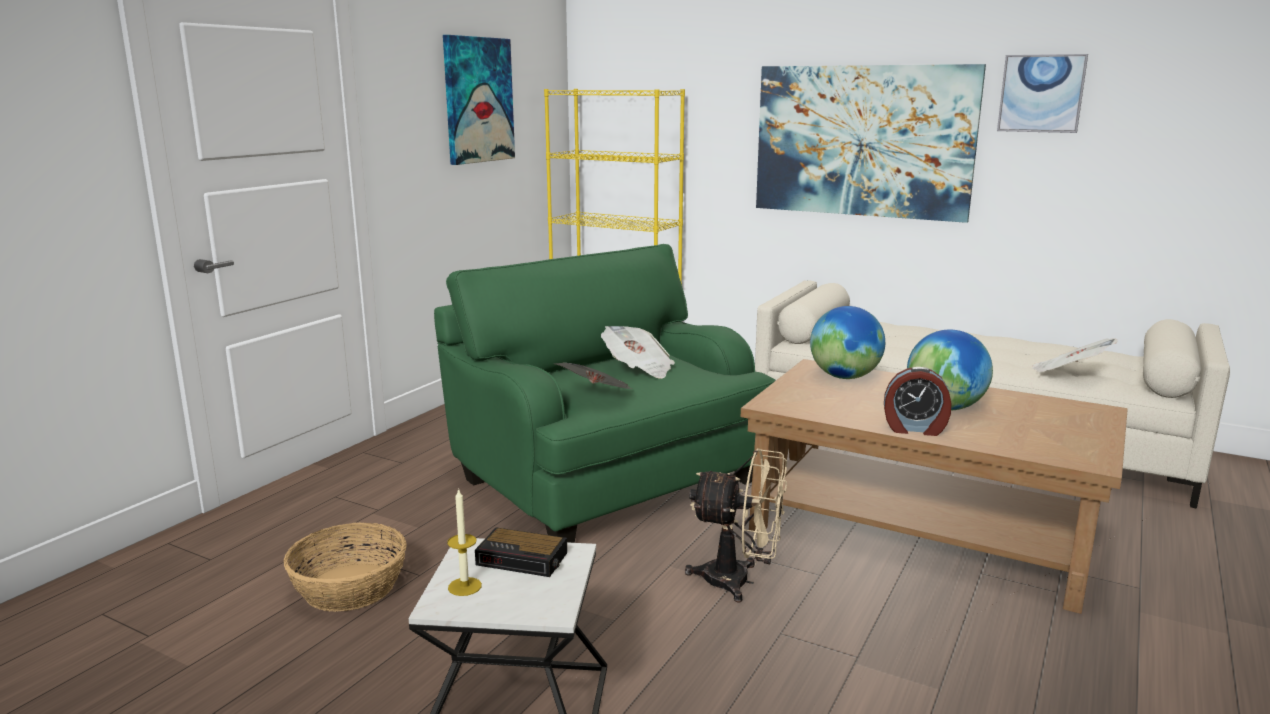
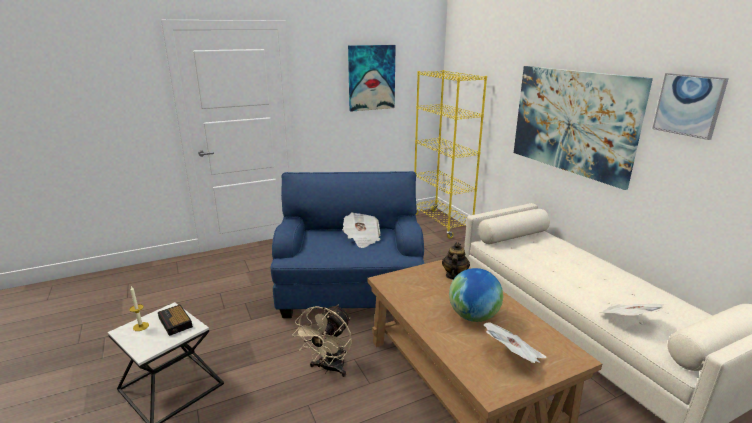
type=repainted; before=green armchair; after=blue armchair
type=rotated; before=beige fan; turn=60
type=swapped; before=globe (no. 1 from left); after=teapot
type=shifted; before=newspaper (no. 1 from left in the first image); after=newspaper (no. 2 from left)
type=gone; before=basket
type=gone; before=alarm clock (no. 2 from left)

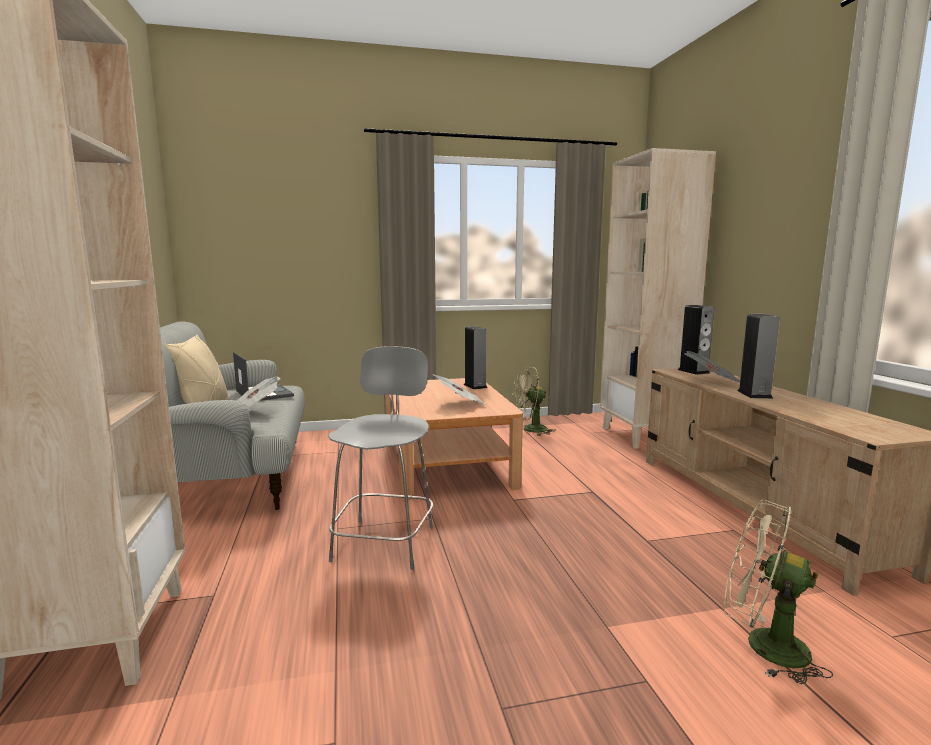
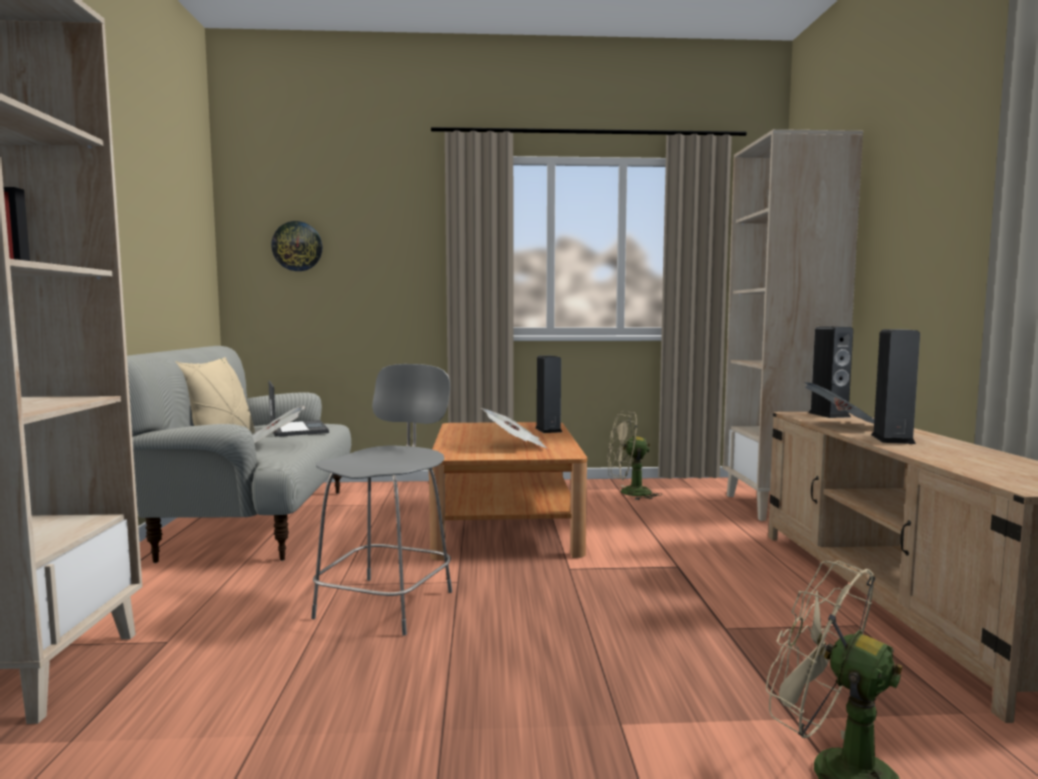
type=new; after=wall clock

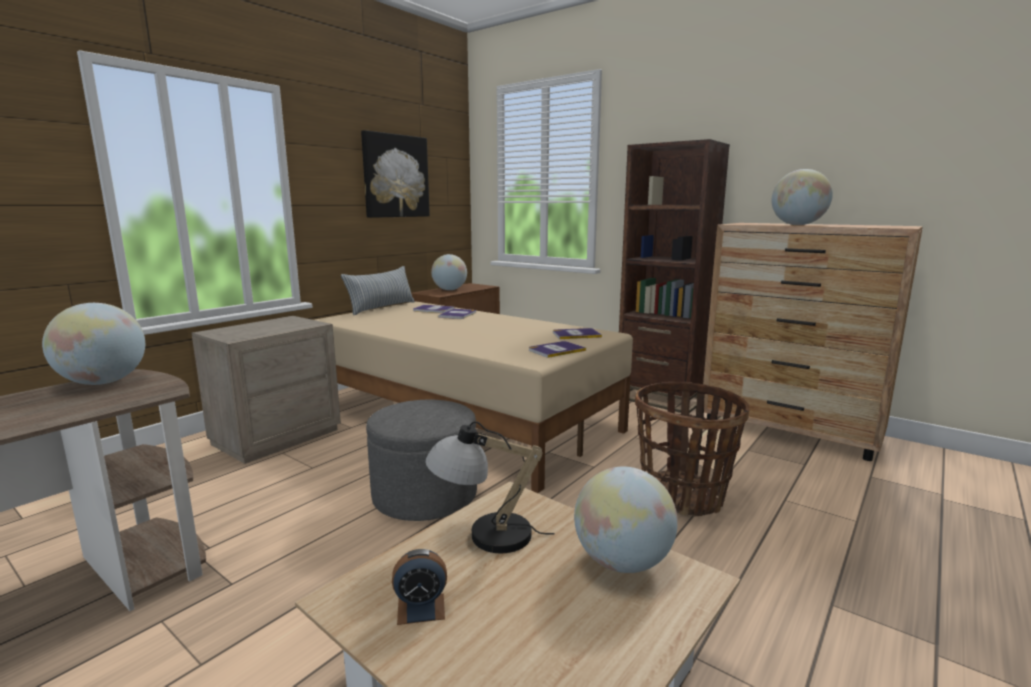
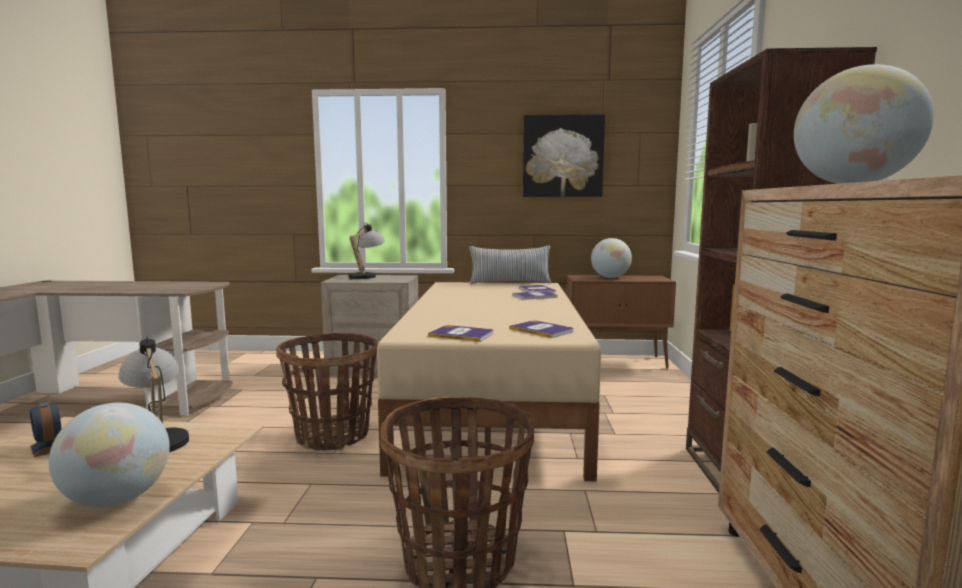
type=swapped; before=grey ottoman; after=basket (no. 1 from left)
type=new; after=table lamp (no. 2 from left)
type=gone; before=globe (no. 1 from left)

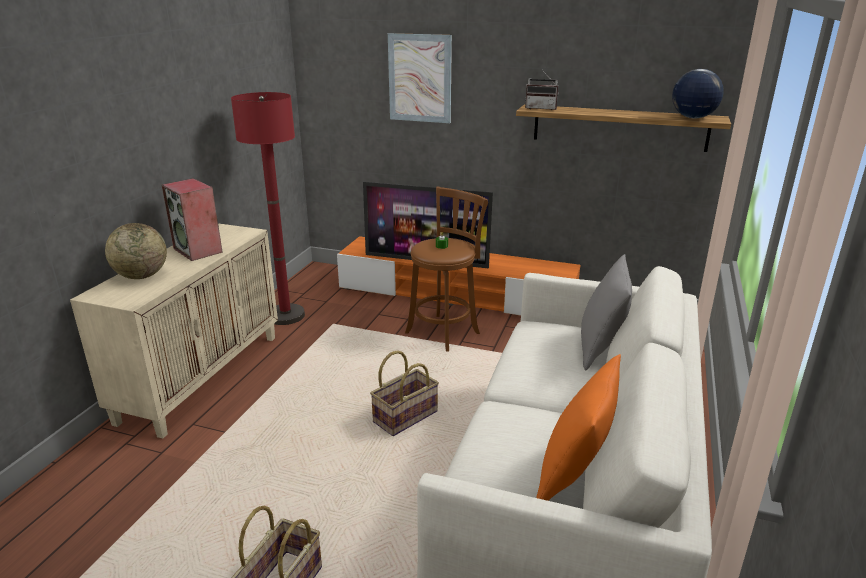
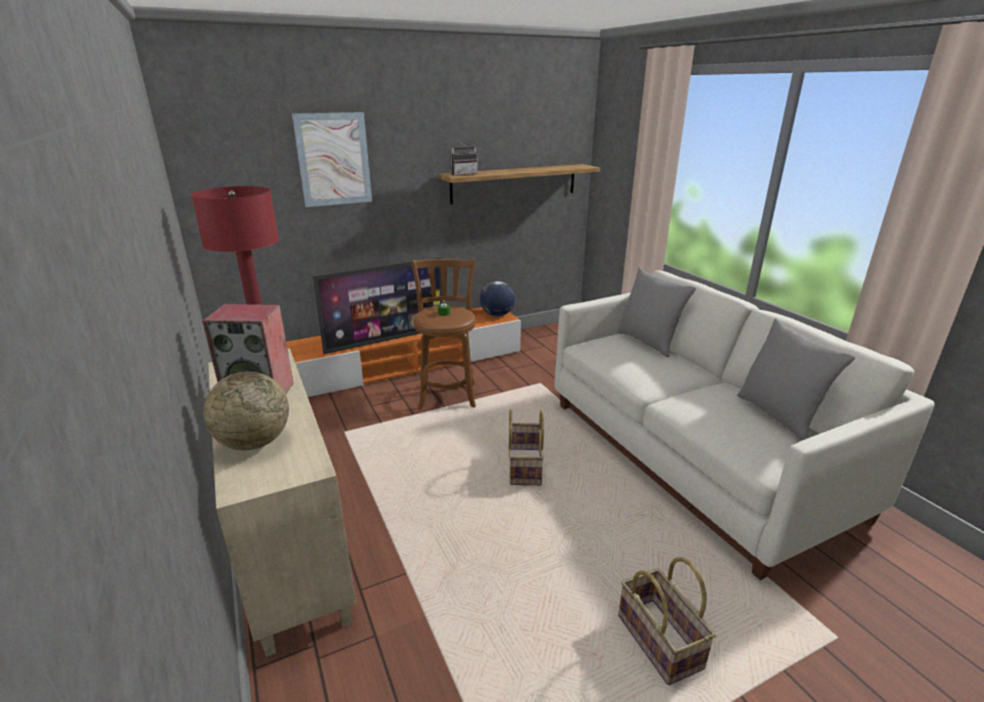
type=shifted; before=globe (no. 2 from left)
type=repainted; before=orange pillow; after=grey pillow (no. 2 from left)

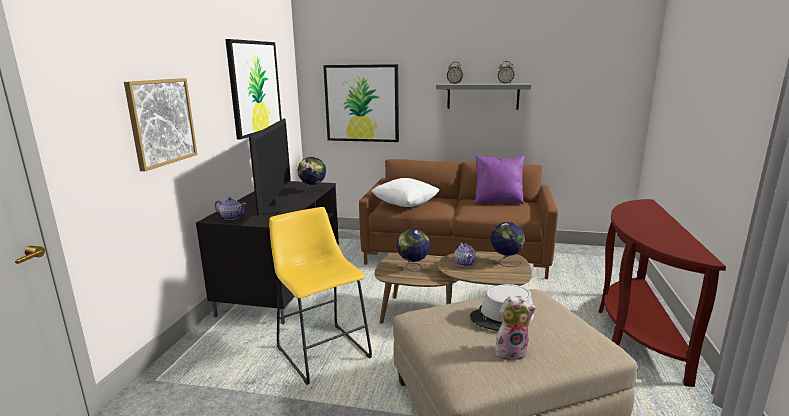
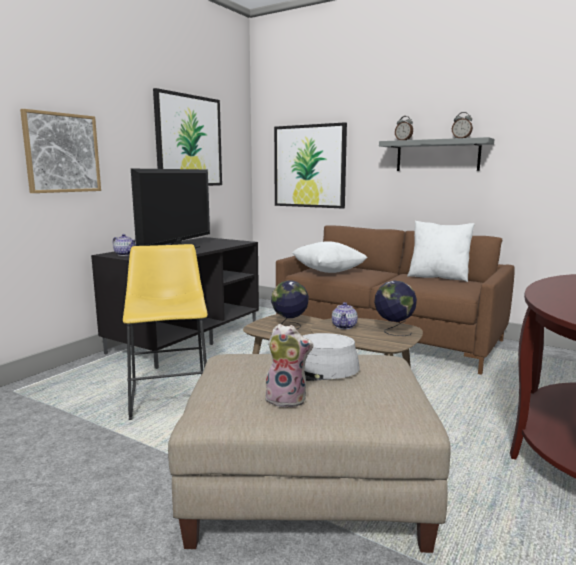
type=repainted; before=purple pillow; after=white pillow (no. 2 from left)
type=gone; before=globe (no. 1 from left)

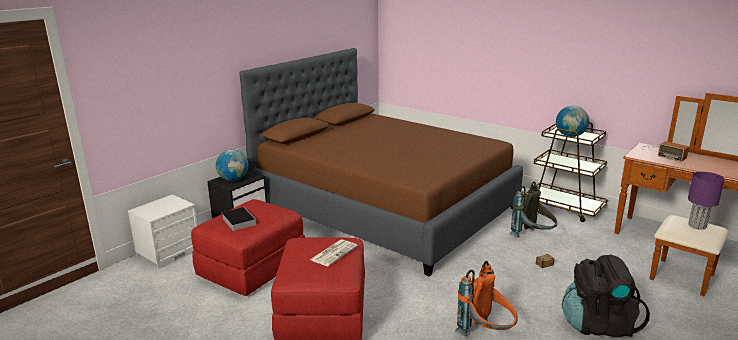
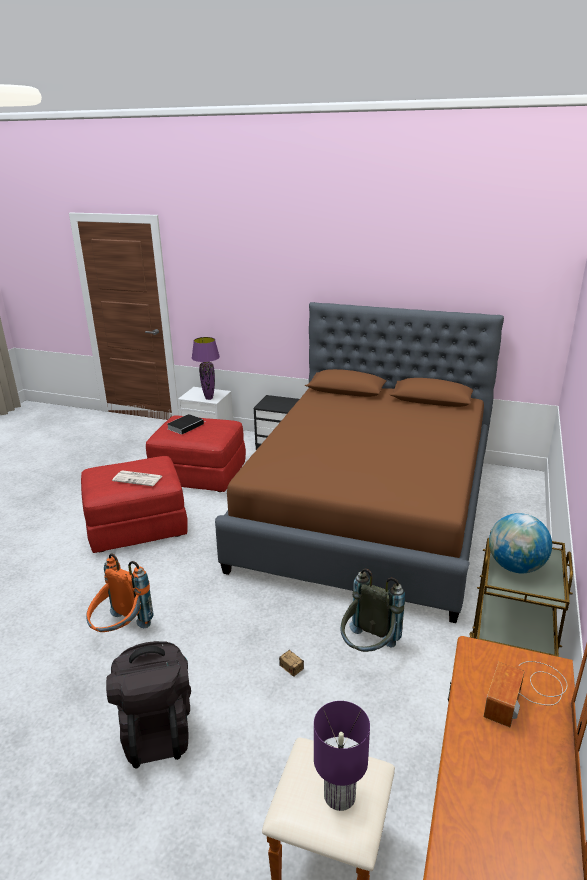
type=new; after=purple table lamp (no. 1 from left)
type=gone; before=globe (no. 1 from left)

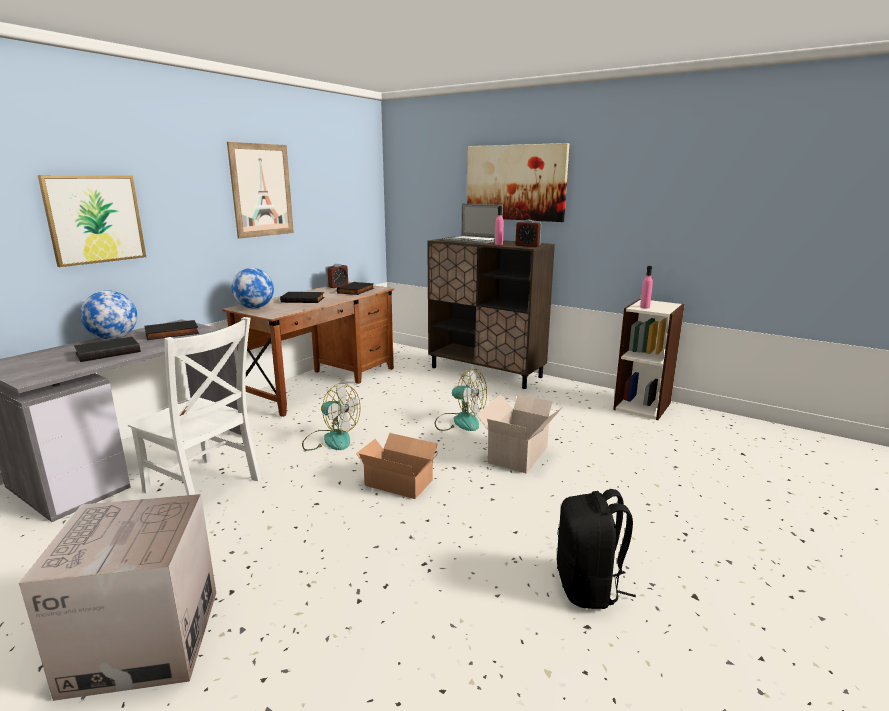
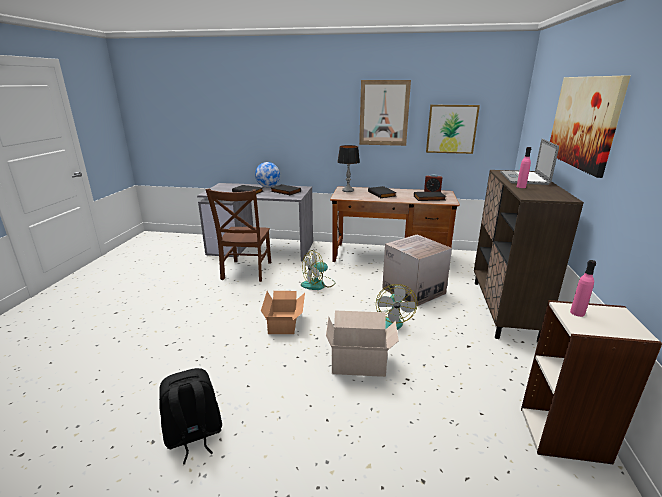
type=repainted; before=white chair; after=brown chair
type=rotated; before=fan (no. 1 from left); turn=60
type=swapped; before=globe (no. 2 from left); after=table lamp
type=shifted; before=cardboard box (no. 1 from left in the first image); after=cardboard box (no. 3 from left)
type=shifted; before=picture (no. 1 from left in the first image); after=picture (no. 2 from left)
type=gone; before=alarm clock (no. 2 from left)

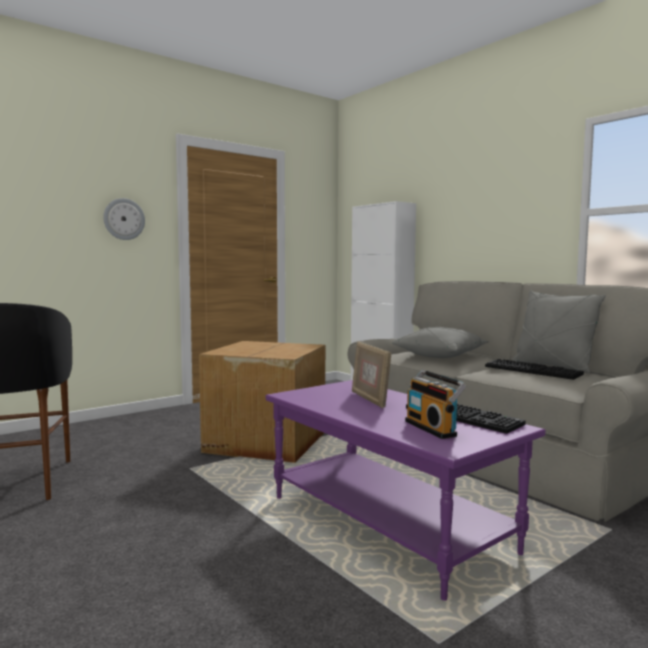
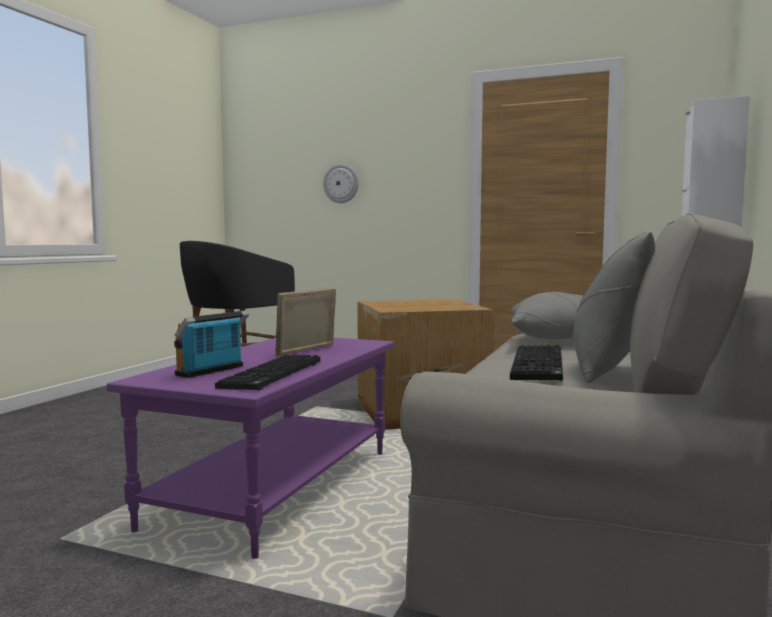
type=shifted; before=wall clock

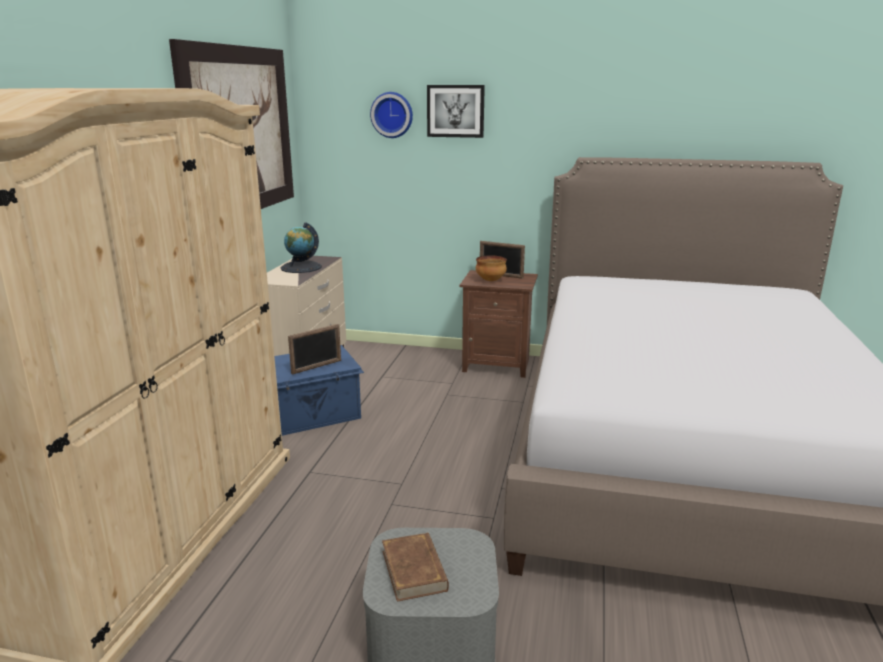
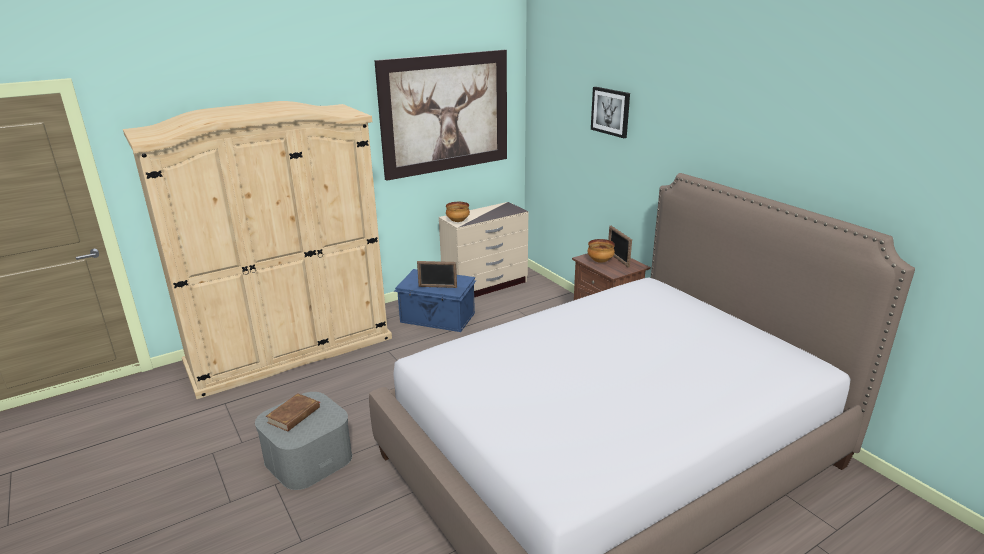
type=new; after=bowl (no. 1 from left)
type=gone; before=globe
type=gone; before=wall clock

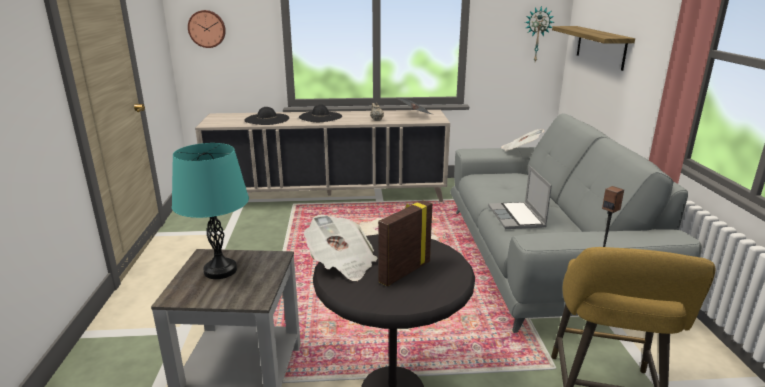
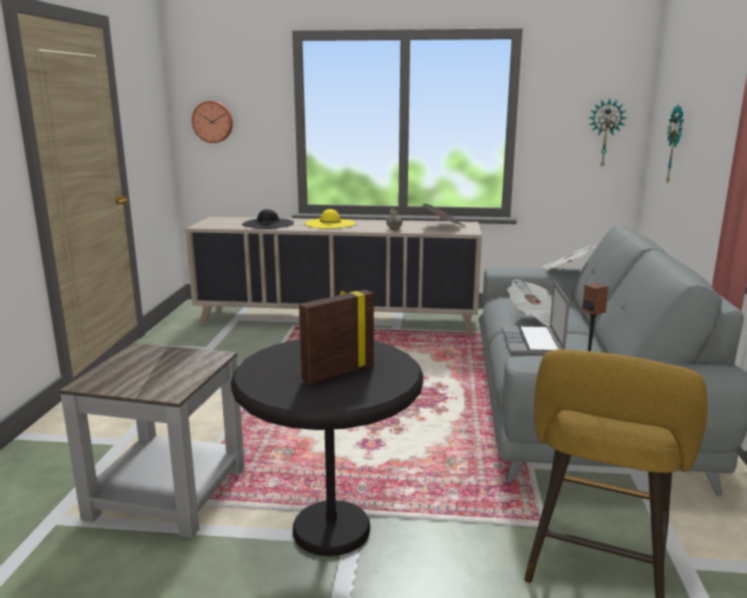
type=repainted; before=black hat (no. 2 from left); after=yellow hat
type=shifted; before=newspaper (no. 1 from left in the first image); after=newspaper (no. 2 from left)
type=swapped; before=shelf; after=wall clock (no. 3 from left)
type=gone; before=turquoise table lamp

